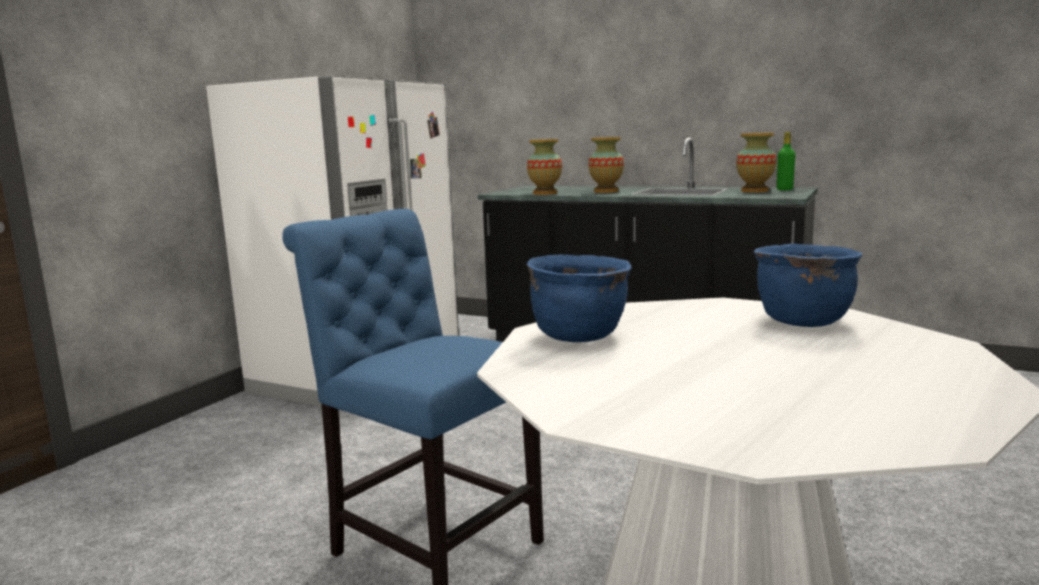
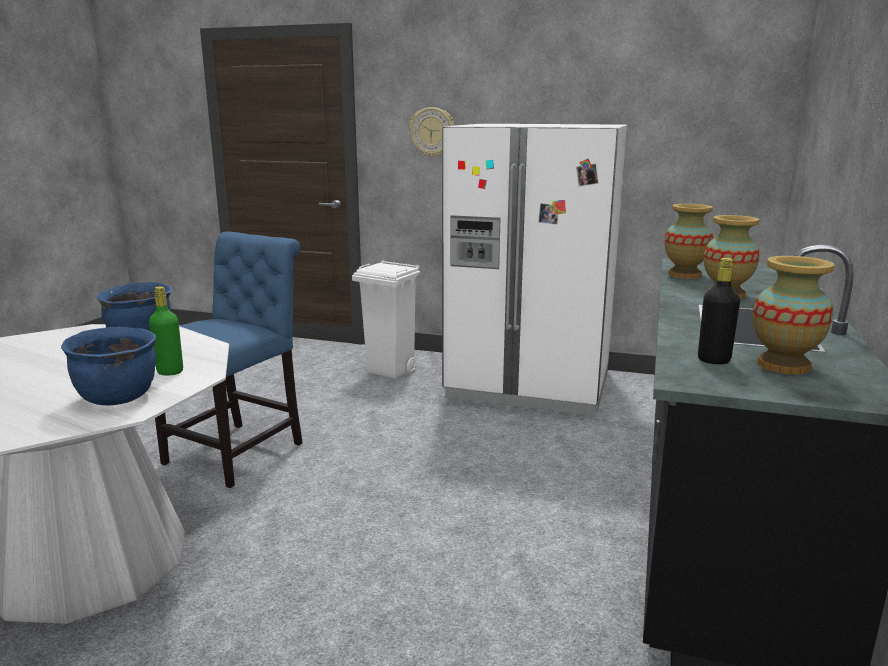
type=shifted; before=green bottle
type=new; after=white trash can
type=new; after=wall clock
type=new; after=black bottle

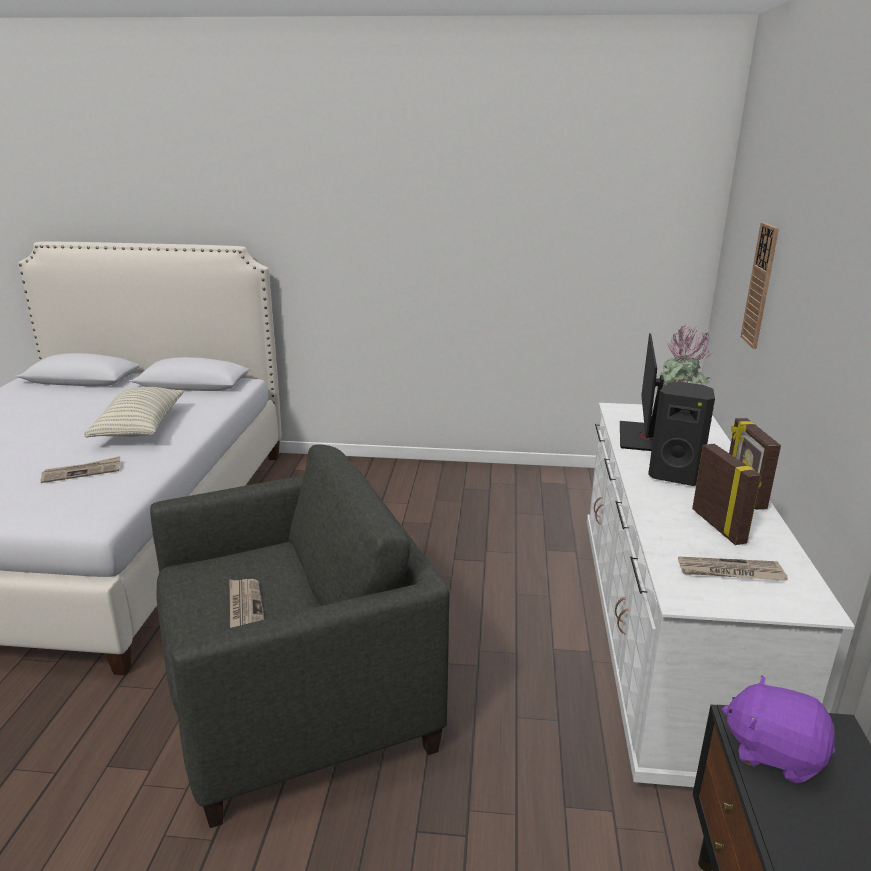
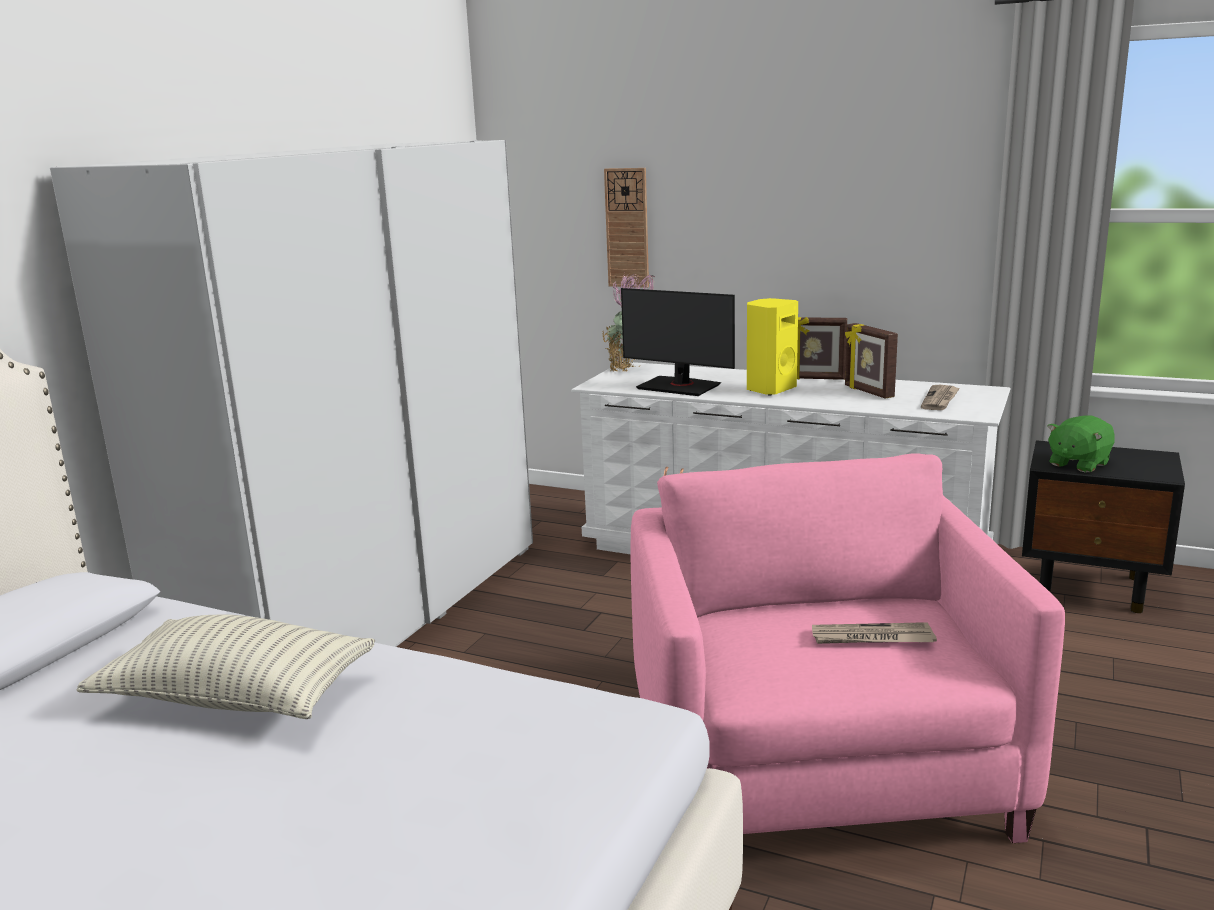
type=new; after=white wardrobe
type=repainted; before=grey armchair; after=pink armchair
type=repainted; before=black speaker; after=yellow speaker
type=rotated; before=picture frame (no. 1 from left in the first image); turn=-120
type=repainted; before=purple plush toy; after=green plush toy
type=gone; before=newspaper (no. 1 from left)

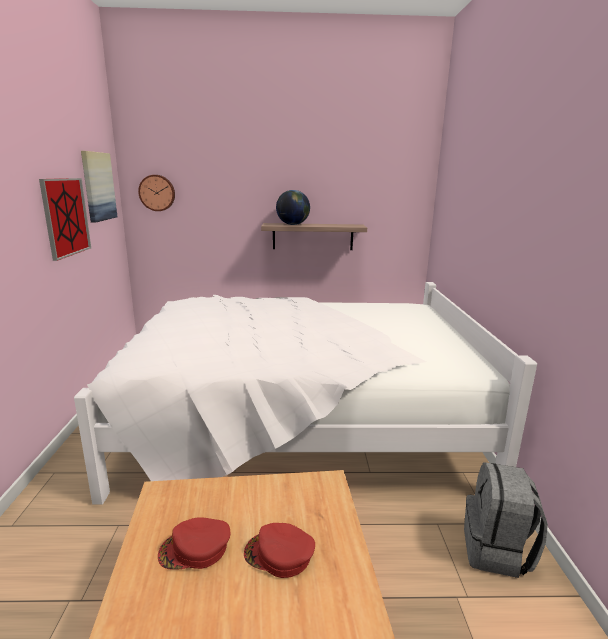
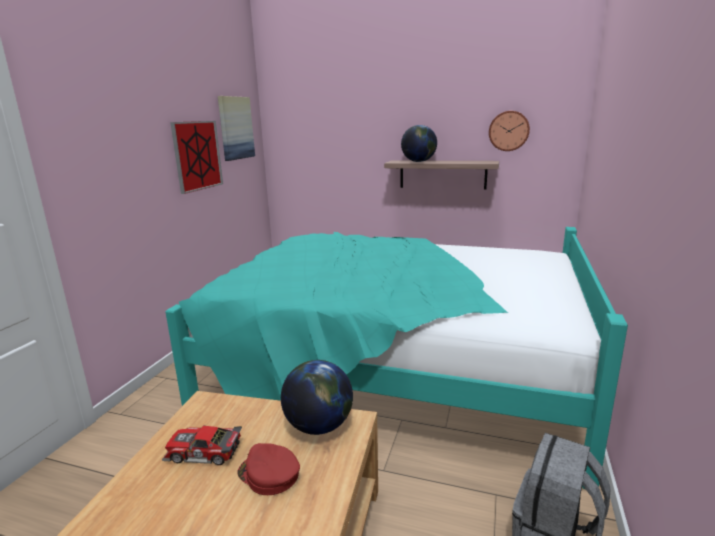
type=swapped; before=red cap (no. 1 from left); after=toy car
type=repainted; before=white bed; after=turquoise bed
type=new; after=globe (no. 1 from left)
type=shifted; before=wall clock

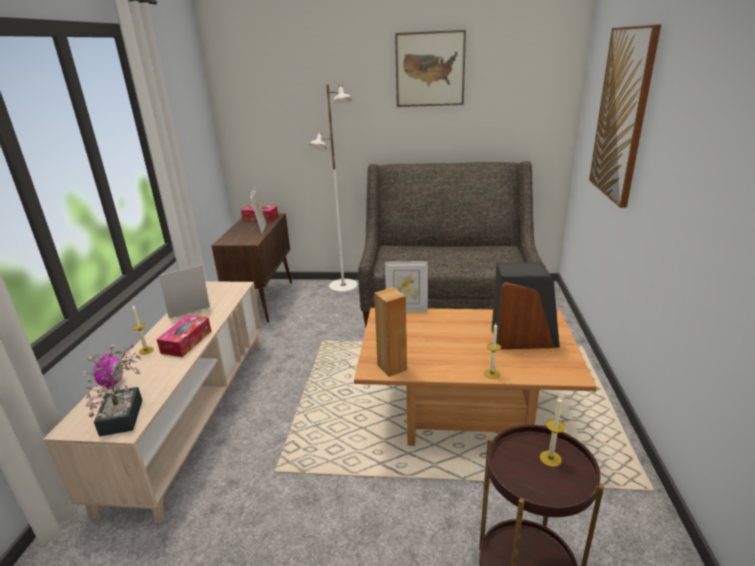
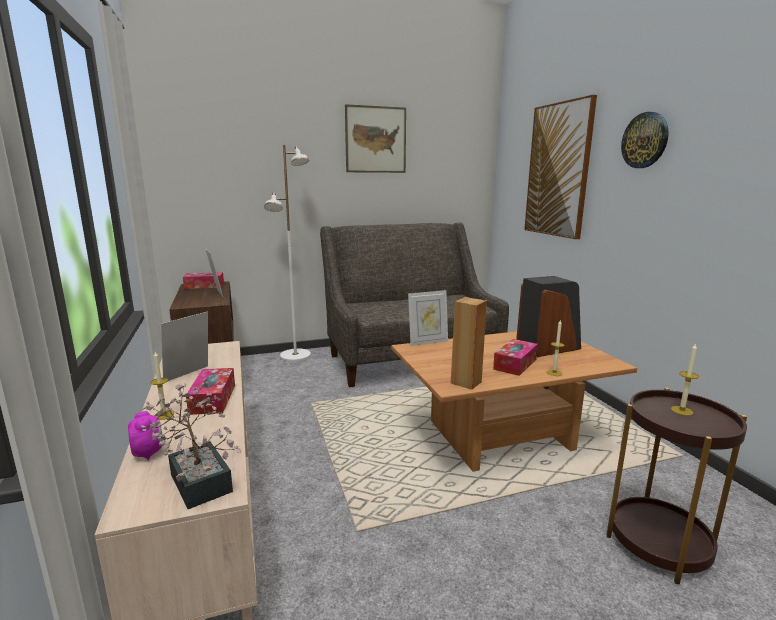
type=new; after=tissue box (no. 3 from left)
type=new; after=wall clock

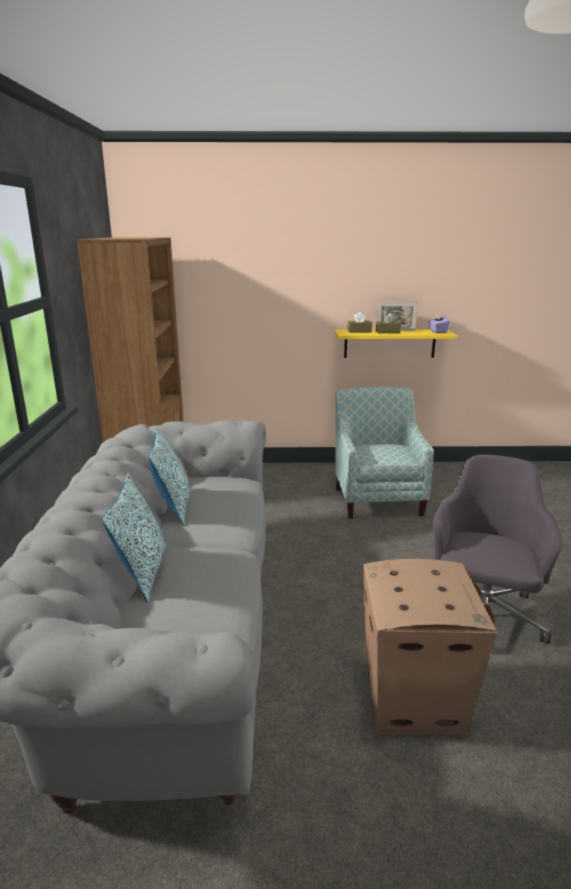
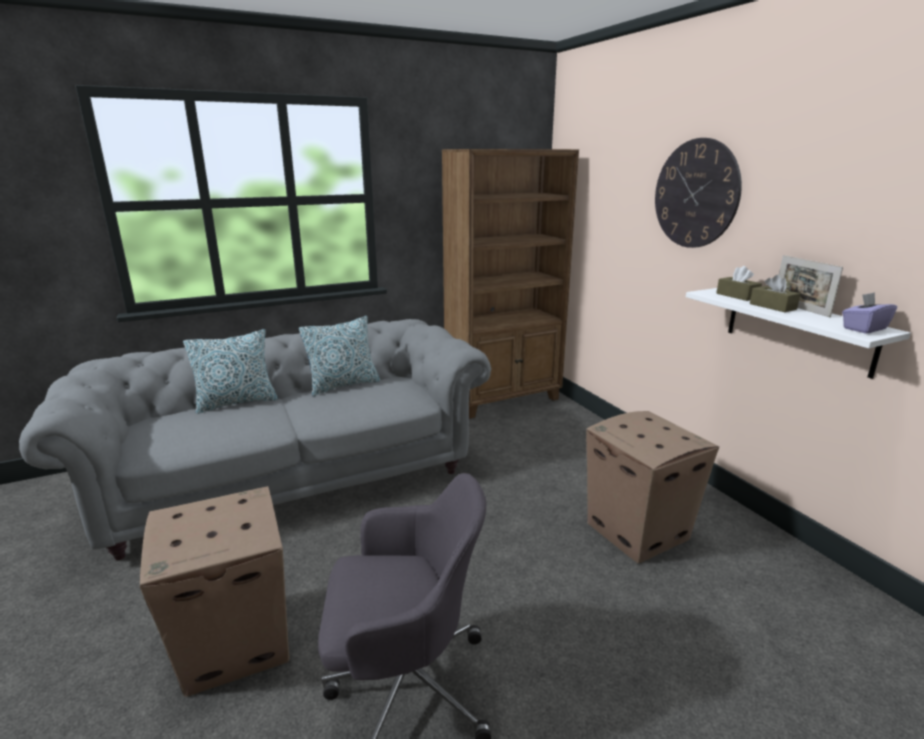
type=swapped; before=armchair; after=cardboard box (no. 2 from left)
type=new; after=wall clock
type=repainted; before=yellow shelf; after=white shelf

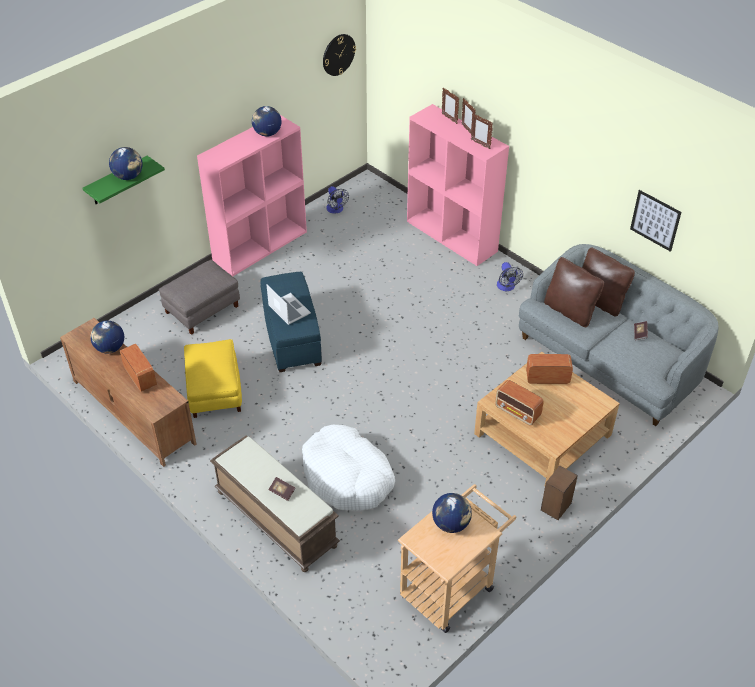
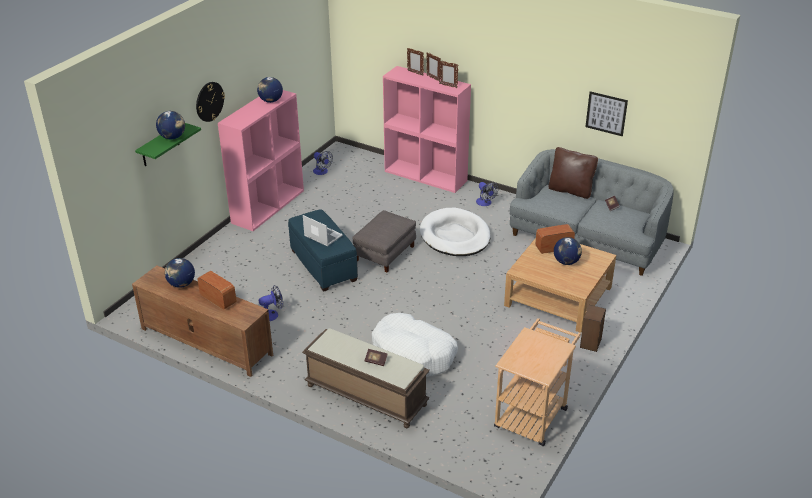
type=shifted; before=wall clock
type=swapped; before=yellow ottoman; after=fan (no. 1 from left)
type=shifted; before=grey ottoman
type=new; after=white dog bed (no. 2 from left)
type=shifted; before=globe (no. 4 from left)
type=gone; before=radio (no. 2 from left)
type=gone; before=brown pillow (no. 1 from left)

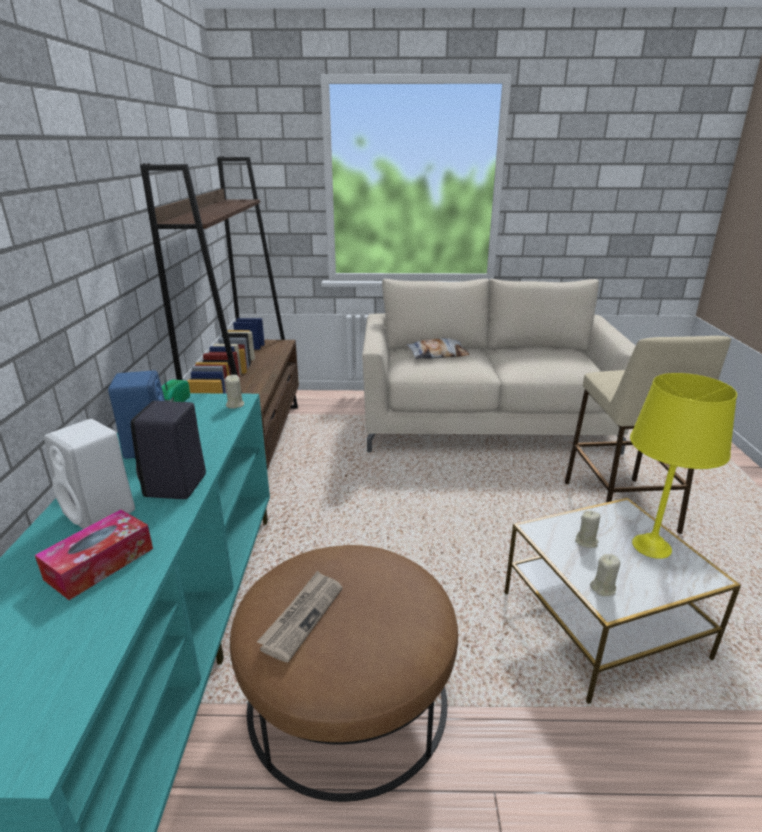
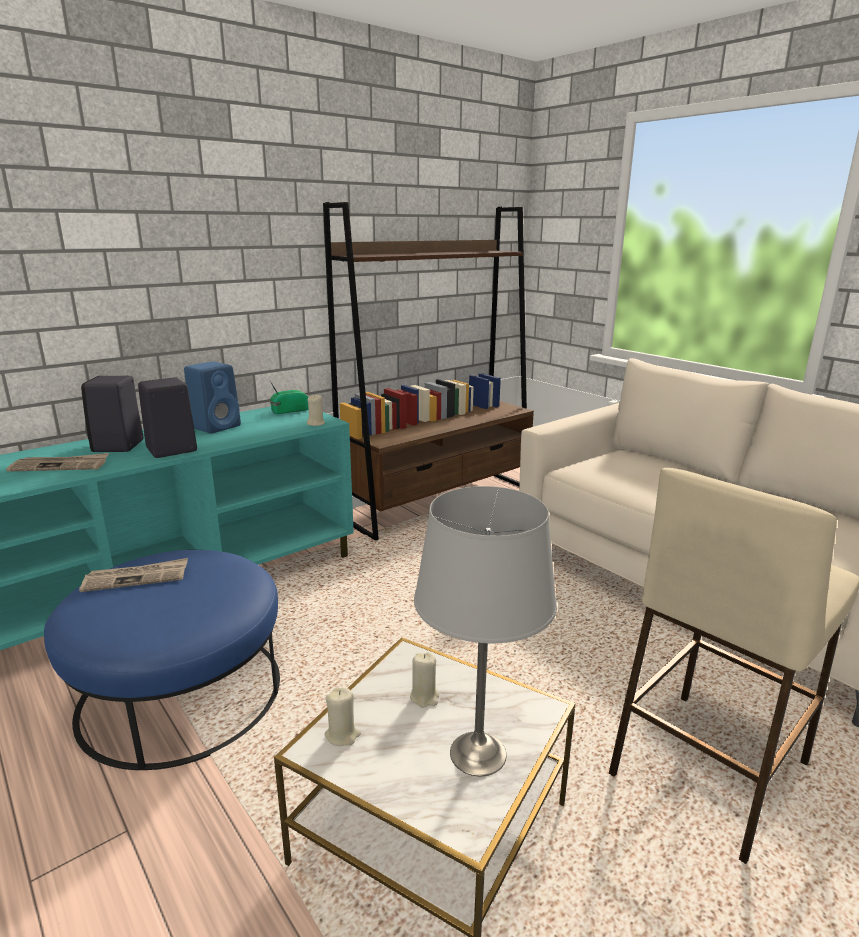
type=swapped; before=tissue box; after=newspaper (no. 1 from left)
type=repainted; before=brown ottoman; after=blue ottoman
type=repainted; before=white speaker; after=black speaker (no. 1 from left)
type=repainted; before=yellow table lamp; after=grey table lamp
type=gone; before=pillow

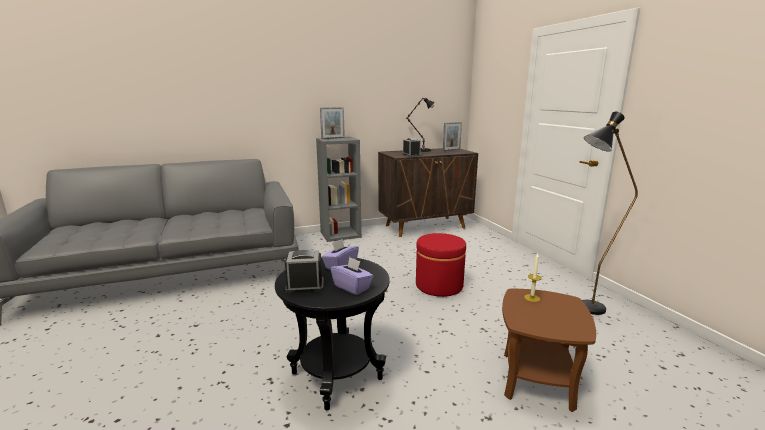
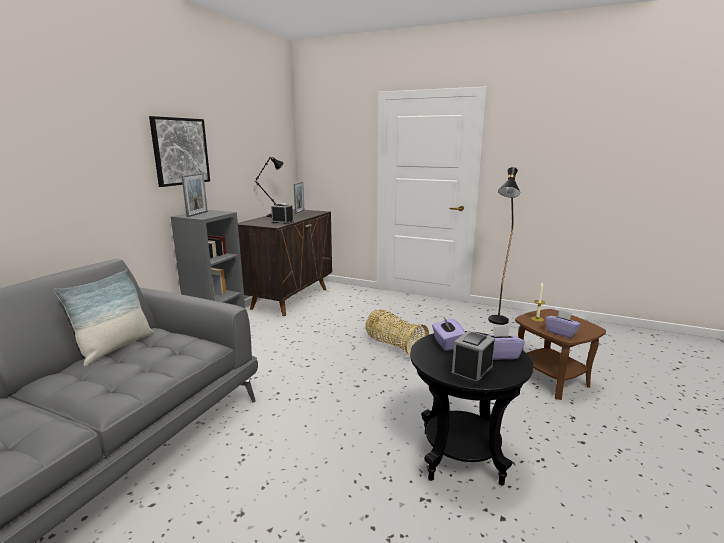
type=new; after=pillow
type=new; after=picture
type=swapped; before=red ottoman; after=basket
type=new; after=purple tissue box (no. 3 from left)

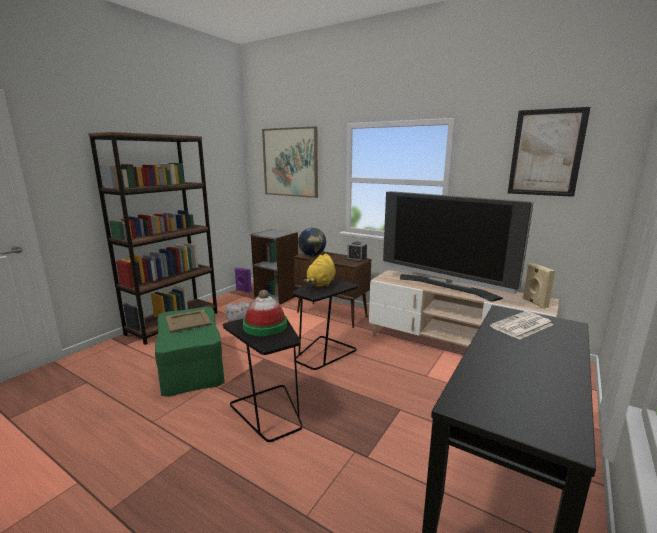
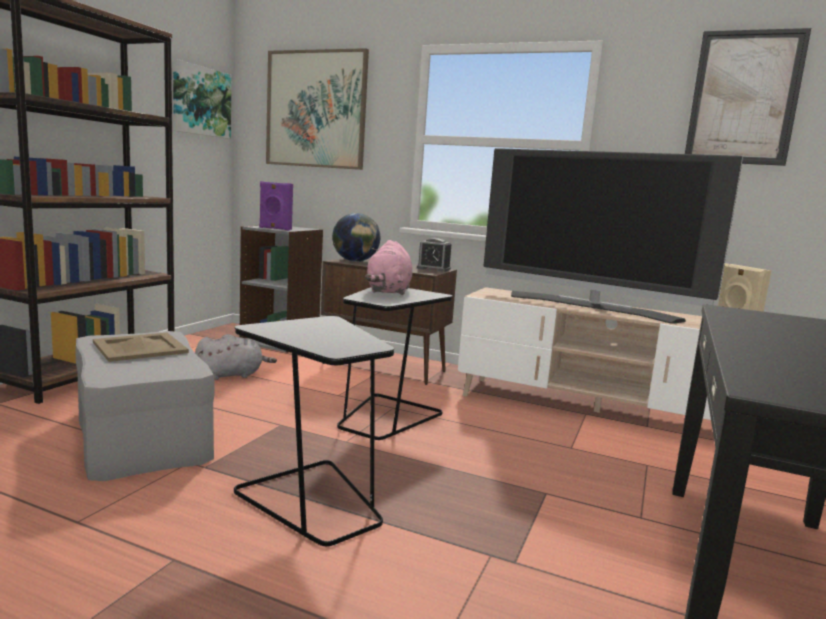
type=repainted; before=green ottoman; after=grey ottoman
type=new; after=picture (no. 1 from left)
type=shifted; before=purple speaker
type=repainted; before=yellow plush toy; after=pink plush toy
type=gone; before=hat
type=gone; before=newspaper

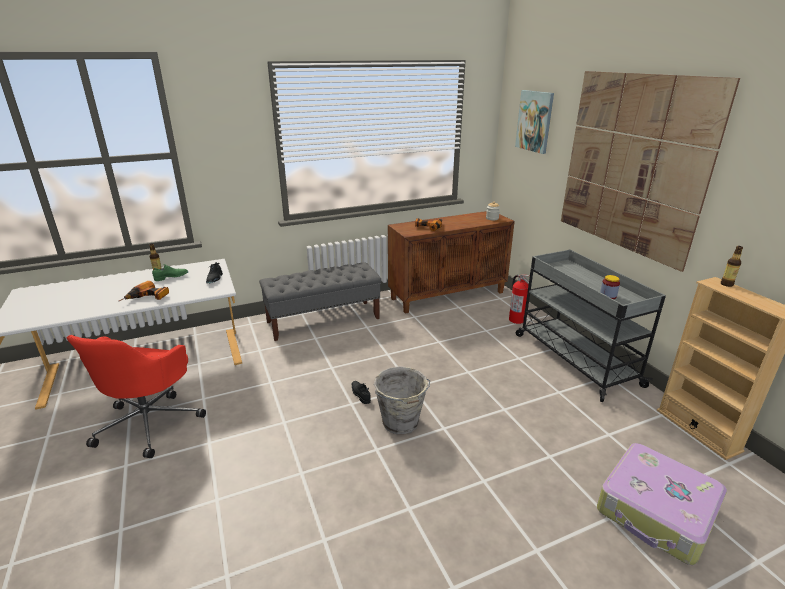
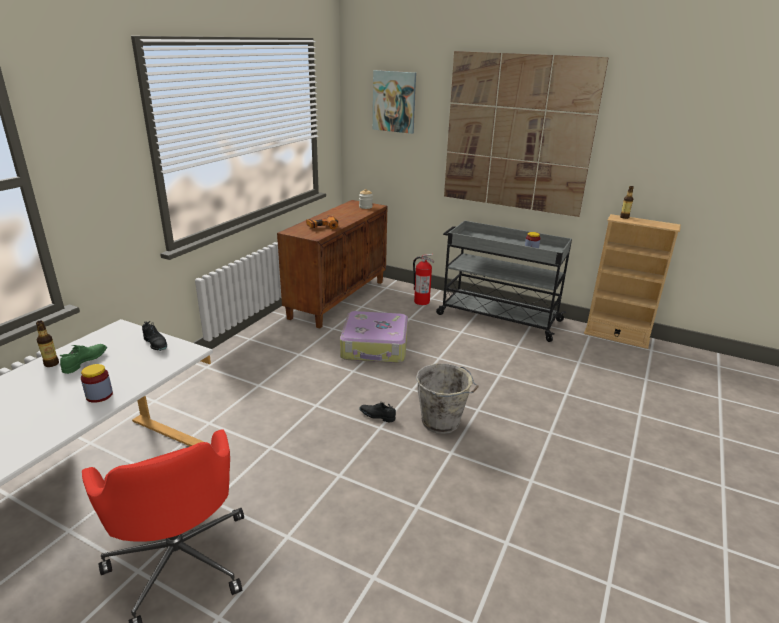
type=swapped; before=power drill (no. 1 from left); after=jar (no. 1 from left)
type=shifted; before=suitcase
type=gone; before=grey bench

